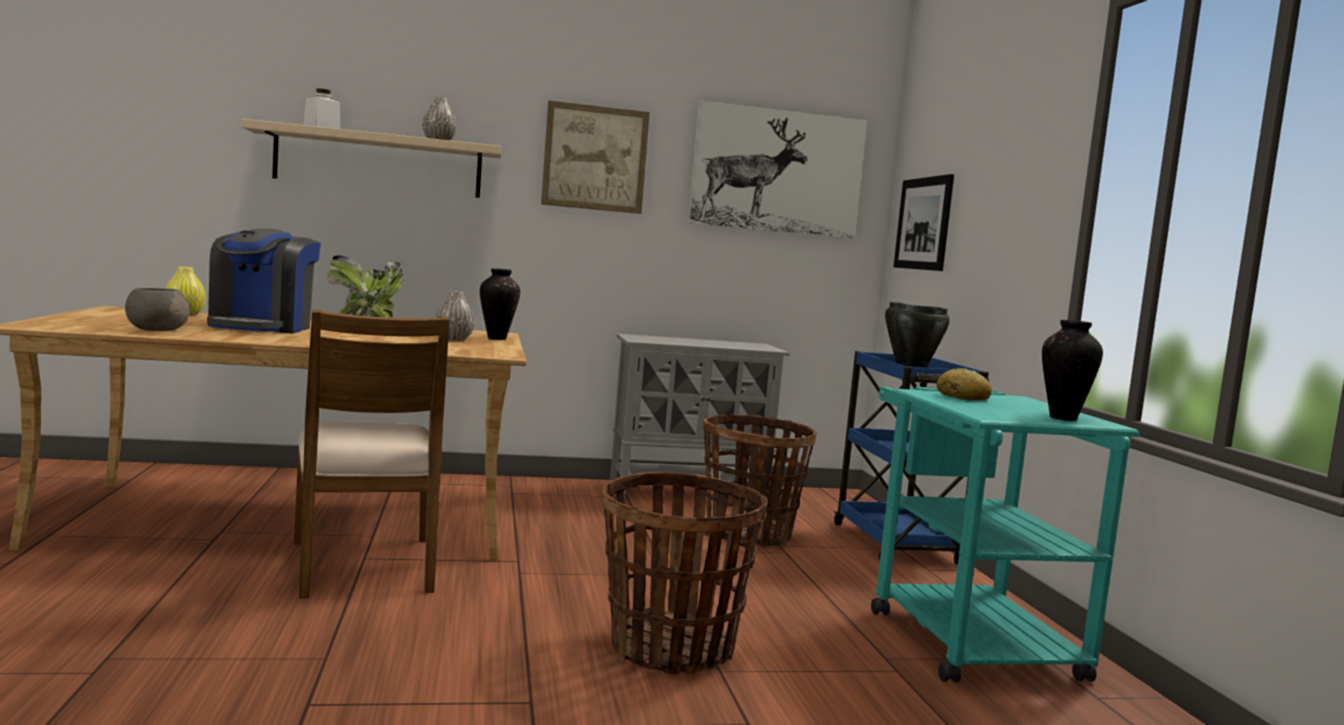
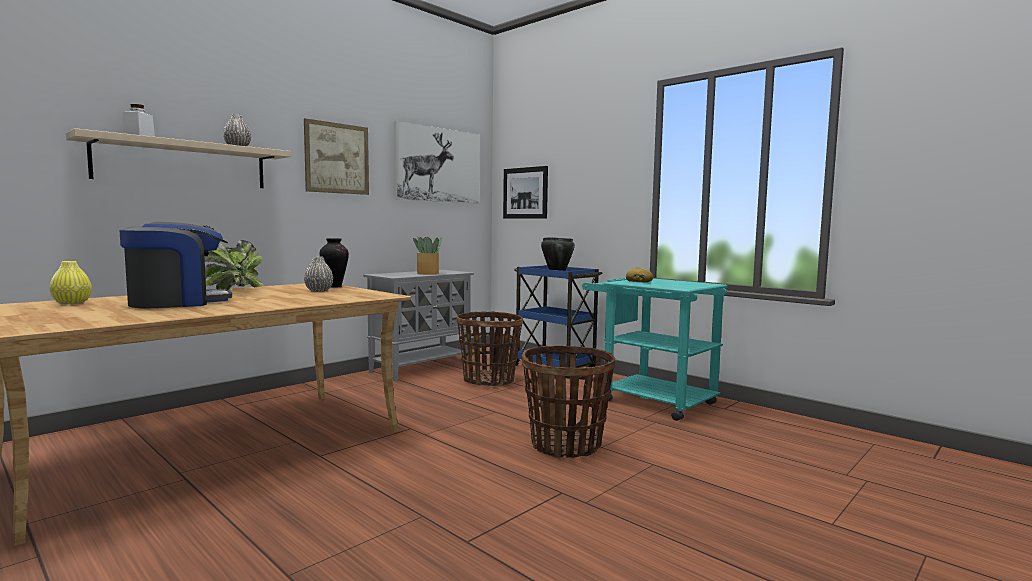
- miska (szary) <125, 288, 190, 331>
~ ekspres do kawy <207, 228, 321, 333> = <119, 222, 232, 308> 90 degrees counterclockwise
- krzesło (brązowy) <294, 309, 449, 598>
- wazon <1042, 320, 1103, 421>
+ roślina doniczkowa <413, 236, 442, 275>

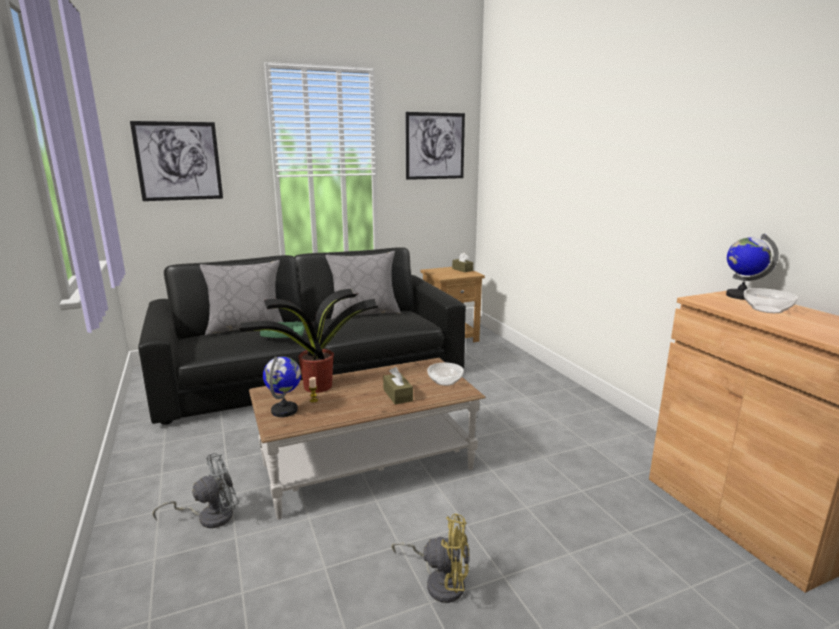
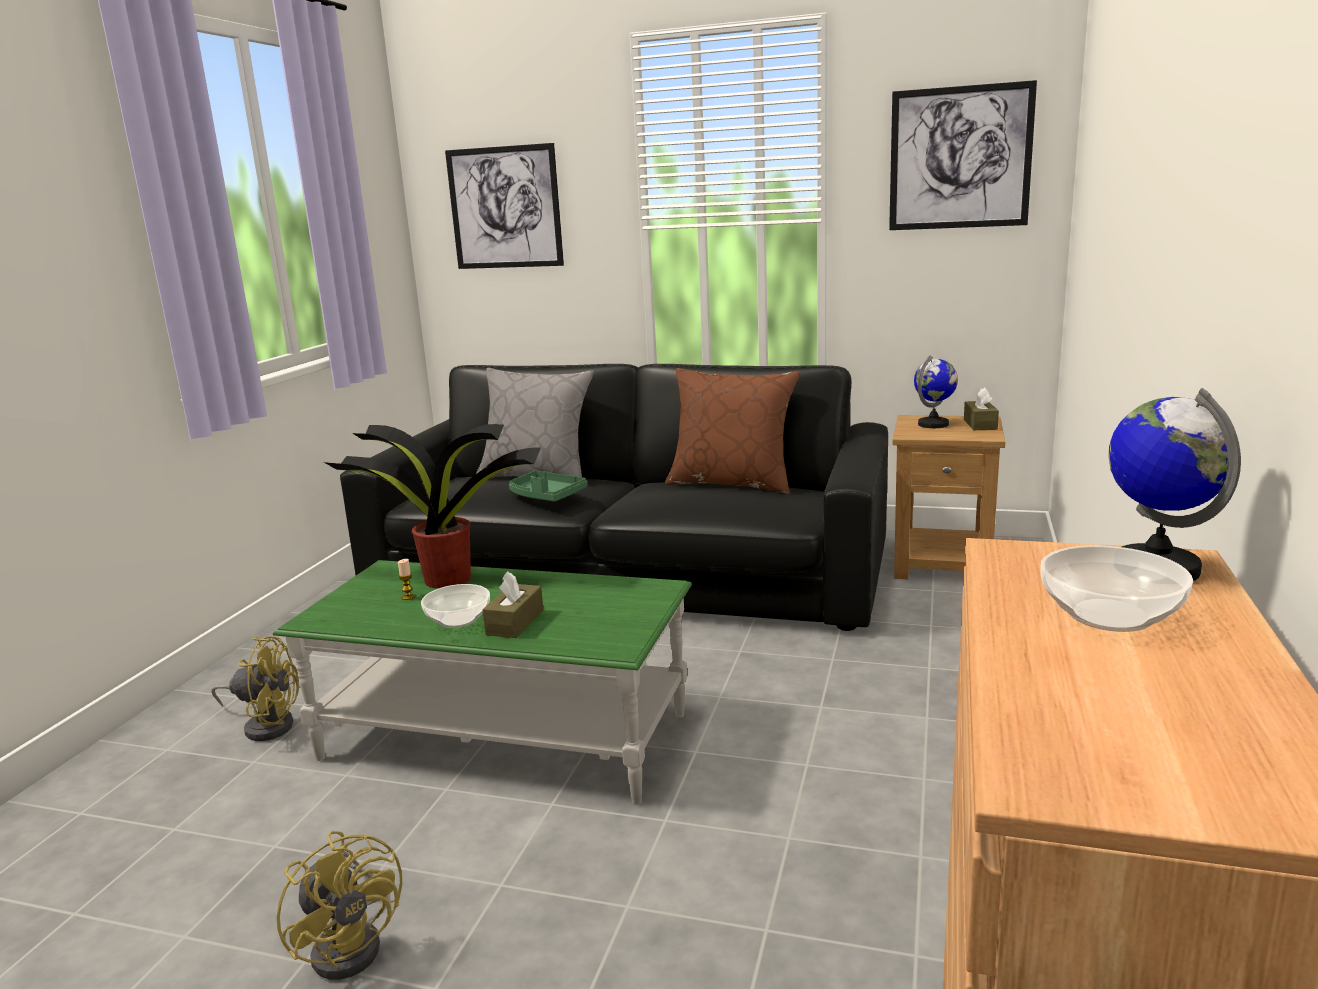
~ wentylator (szary) <153, 453, 239, 528> to wentylator (żółty) <211, 636, 299, 741>
~ ława (brązowy) <249, 358, 486, 520> to ława (zielony) <273, 560, 692, 805>
~ globus <263, 356, 301, 417> to <914, 355, 958, 428>
~ poduszka (szary) <325, 251, 401, 320> to poduszka (brązowy) <665, 368, 801, 494>
~ miska <427, 362, 464, 386> to <421, 584, 490, 628>

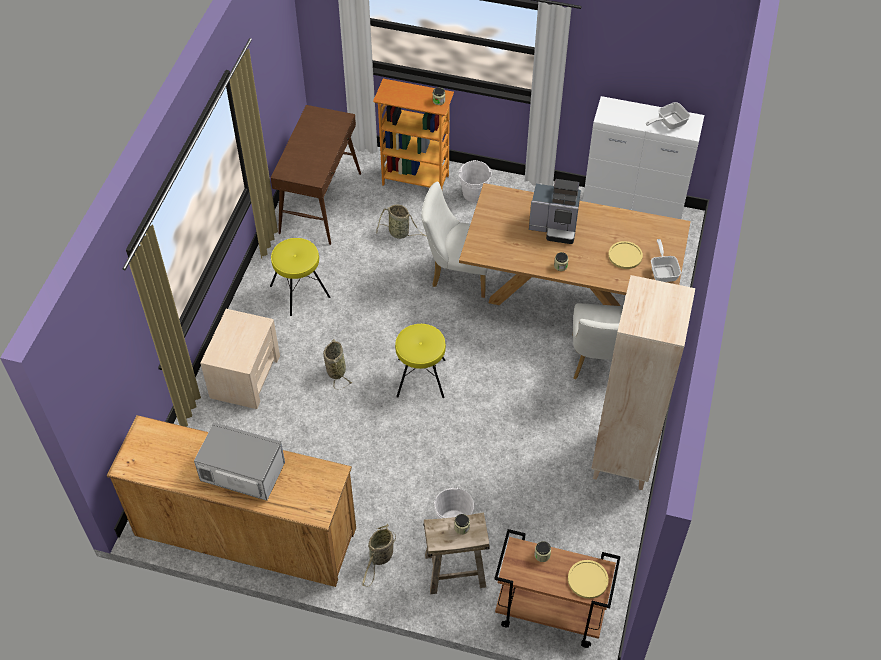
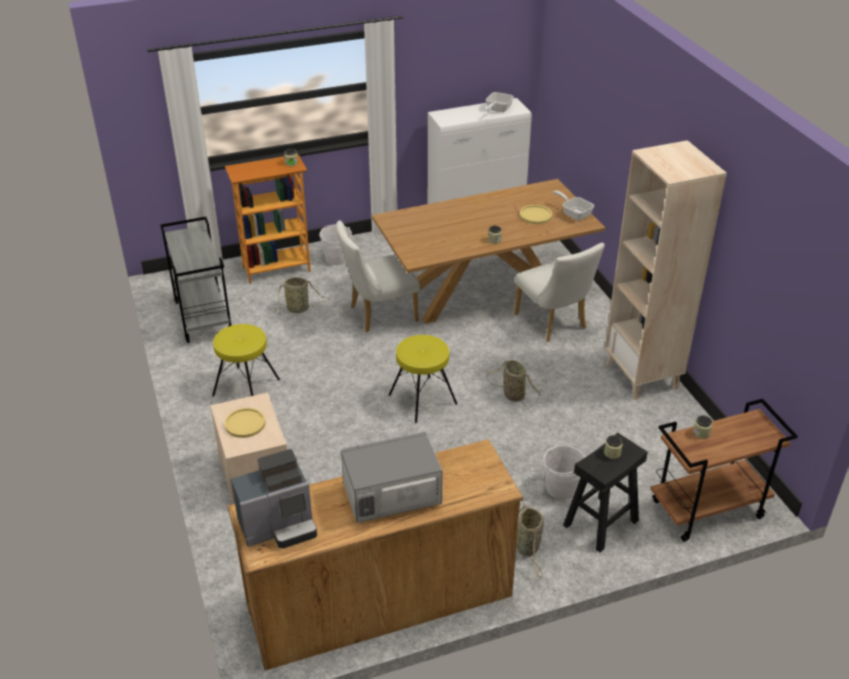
~ stolik konsolowy (brązowy) <271, 105, 361, 245> to wózek (szary) <160, 217, 231, 343>
~ koszyk <323, 339, 352, 390> to <486, 360, 541, 407>
~ stołek (beżowy) <423, 512, 490, 594> to stołek (czarny) <563, 432, 648, 553>
~ ekspres do kawy <529, 179, 581, 244> to <231, 449, 317, 548>
~ talerz (żółty) <568, 560, 609, 599> to <225, 408, 265, 438>

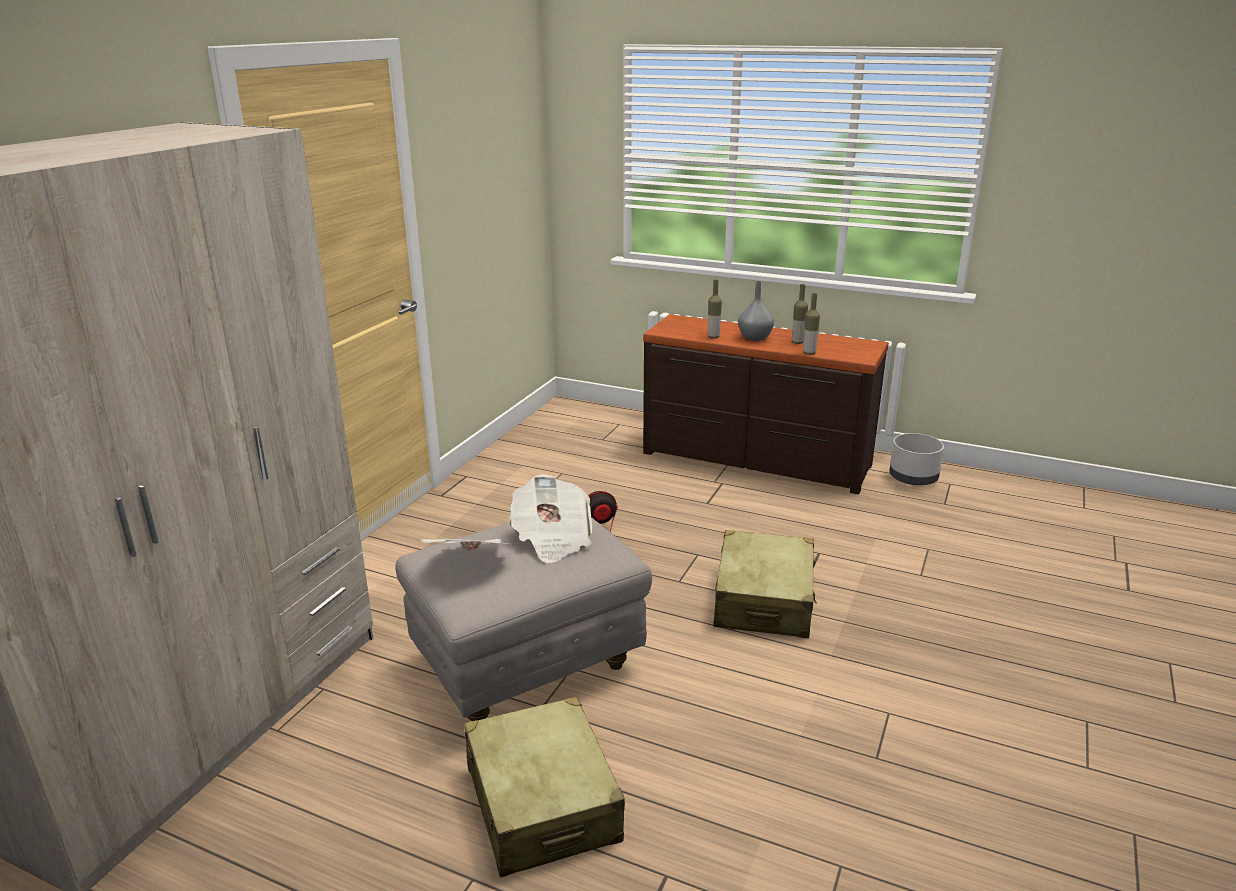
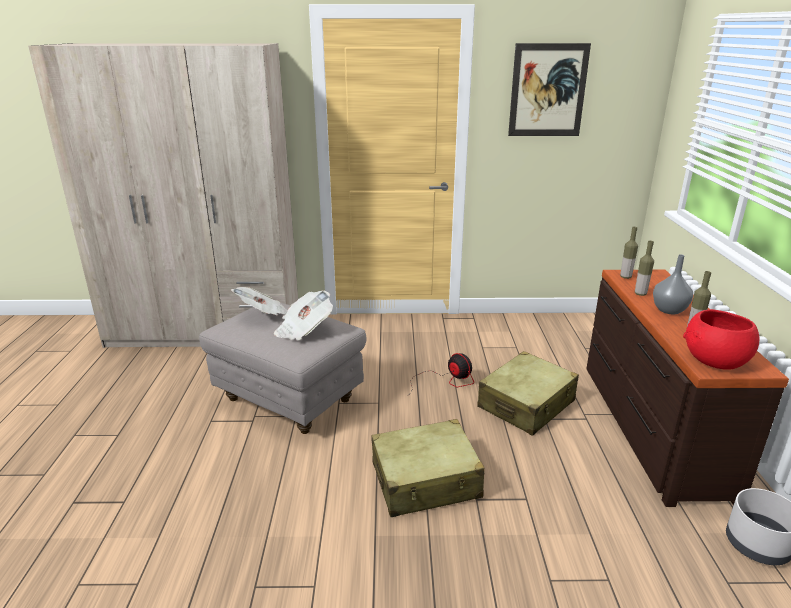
~ walizka (beżowy) <464, 696, 625, 878> to <477, 351, 579, 436>
~ butelka <803, 293, 820, 355> to <620, 227, 638, 279>
+ obraz <508, 43, 591, 136>
+ miska (czerwony) <683, 309, 759, 370>

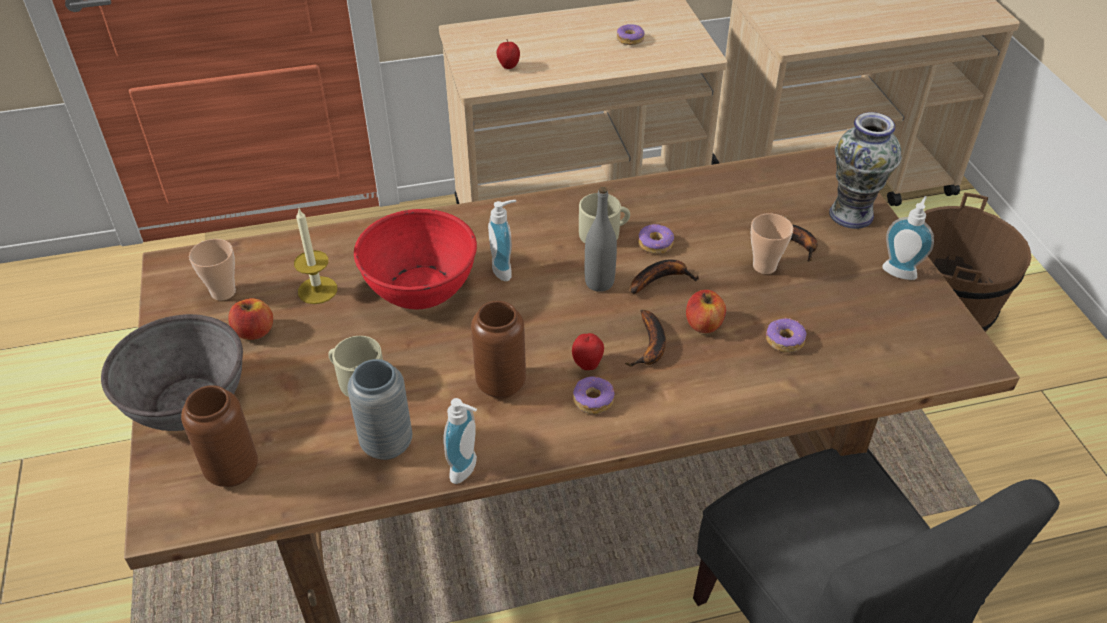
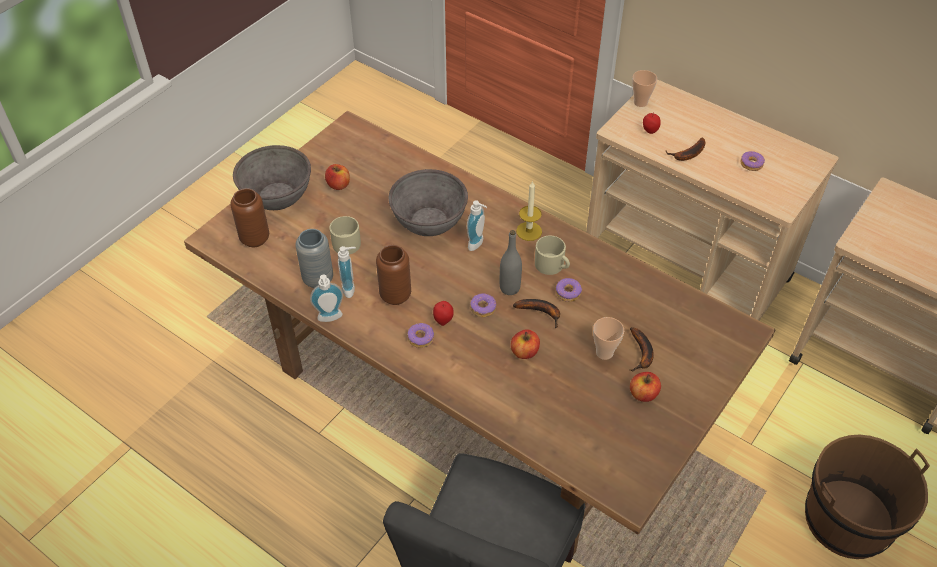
~ filiżanka <189, 239, 236, 300> to <632, 70, 657, 107>
~ świeca <294, 209, 337, 304> to <516, 181, 542, 241>
~ miska (czerwony) <354, 209, 477, 309> to miska (szary) <389, 169, 468, 236>
~ banan <625, 310, 666, 367> to <666, 138, 705, 161>
~ donut <766, 317, 807, 353> to <470, 293, 496, 317>
- wazon <829, 112, 902, 229>
~ dozownik mydła <882, 196, 934, 280> to <338, 246, 356, 298>
+ jabłko <630, 372, 661, 402>

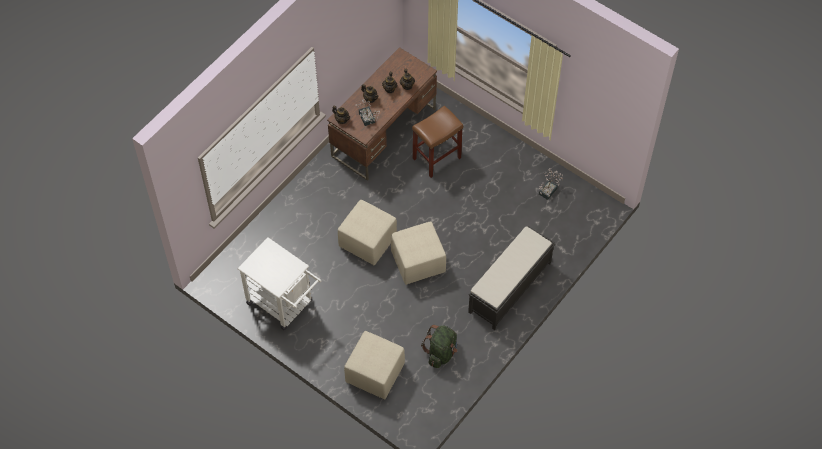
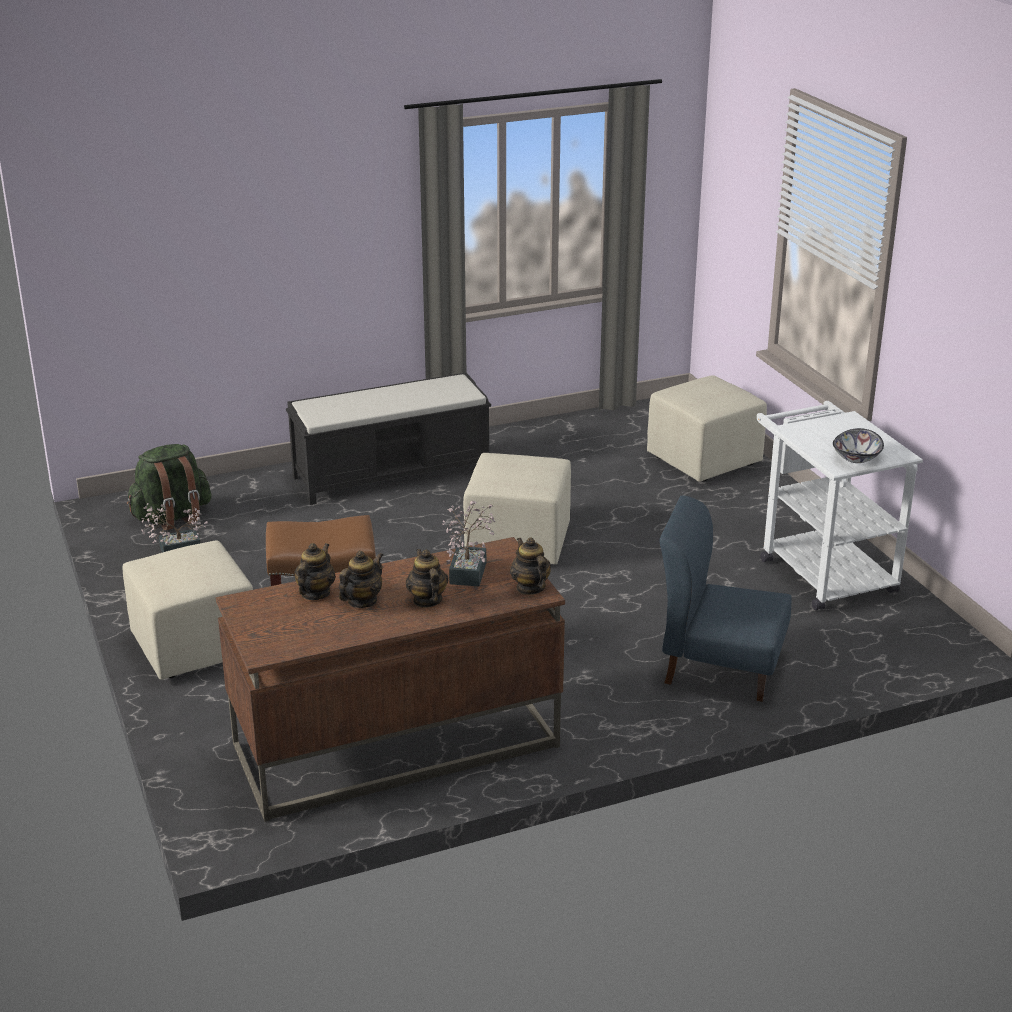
~ pufa (beżowy) <338, 200, 397, 265> to <123, 540, 253, 680>
~ plecak (zielony) <421, 325, 457, 368> to <127, 444, 212, 531>
+ krzesło (niebieski) <660, 495, 792, 702>
+ miska <833, 428, 884, 463>

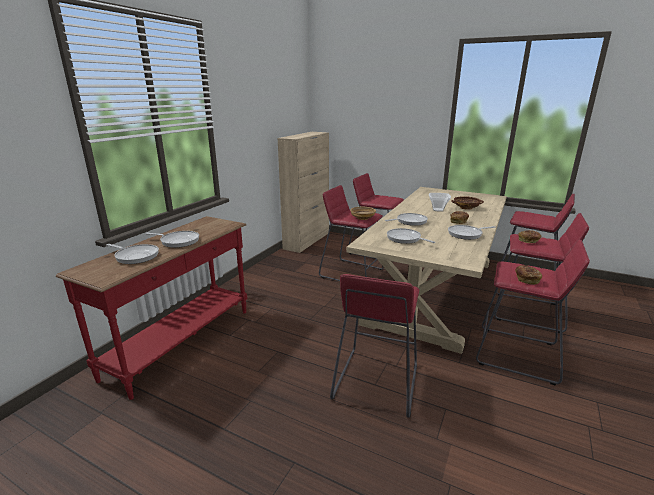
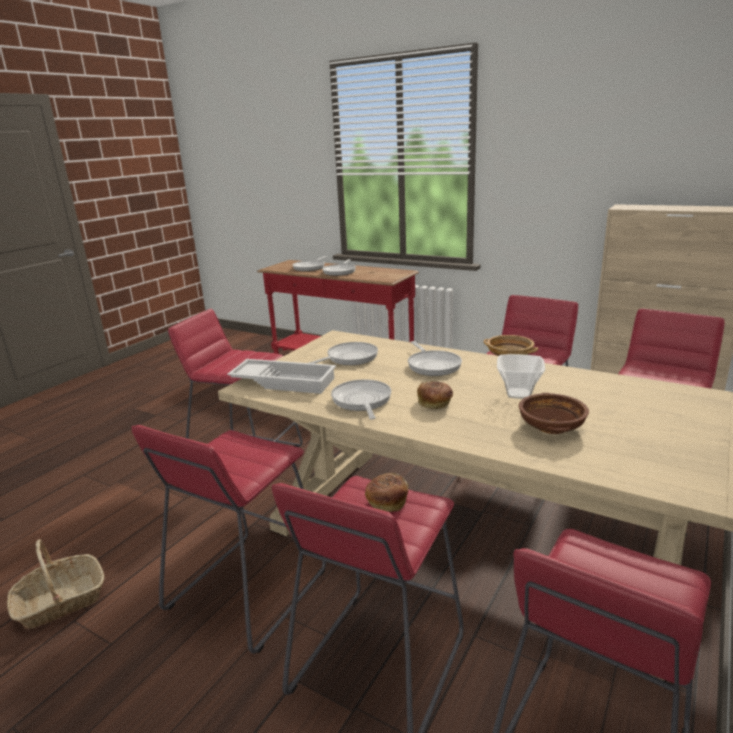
- chleb <515, 265, 542, 285>
+ koszyk <7, 539, 104, 629>
+ taca (biały) <227, 359, 336, 394>

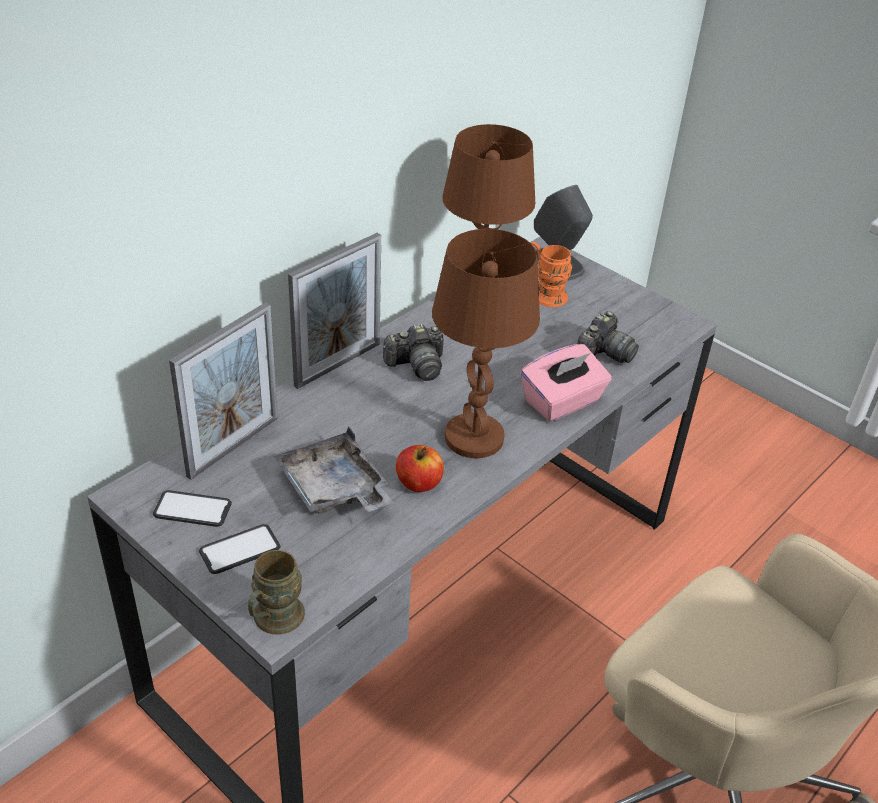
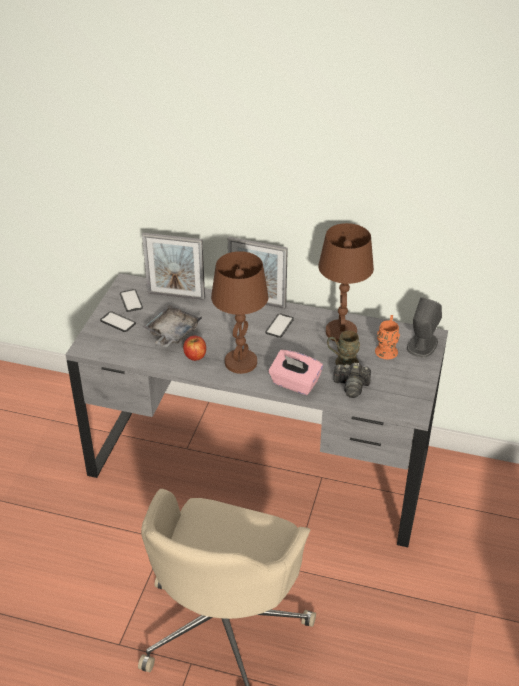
~ kubek (brązowy) <248, 550, 305, 635> to <327, 331, 360, 365>
~ aparat fotograficzny <383, 323, 444, 381> to telefon <266, 313, 294, 338>

